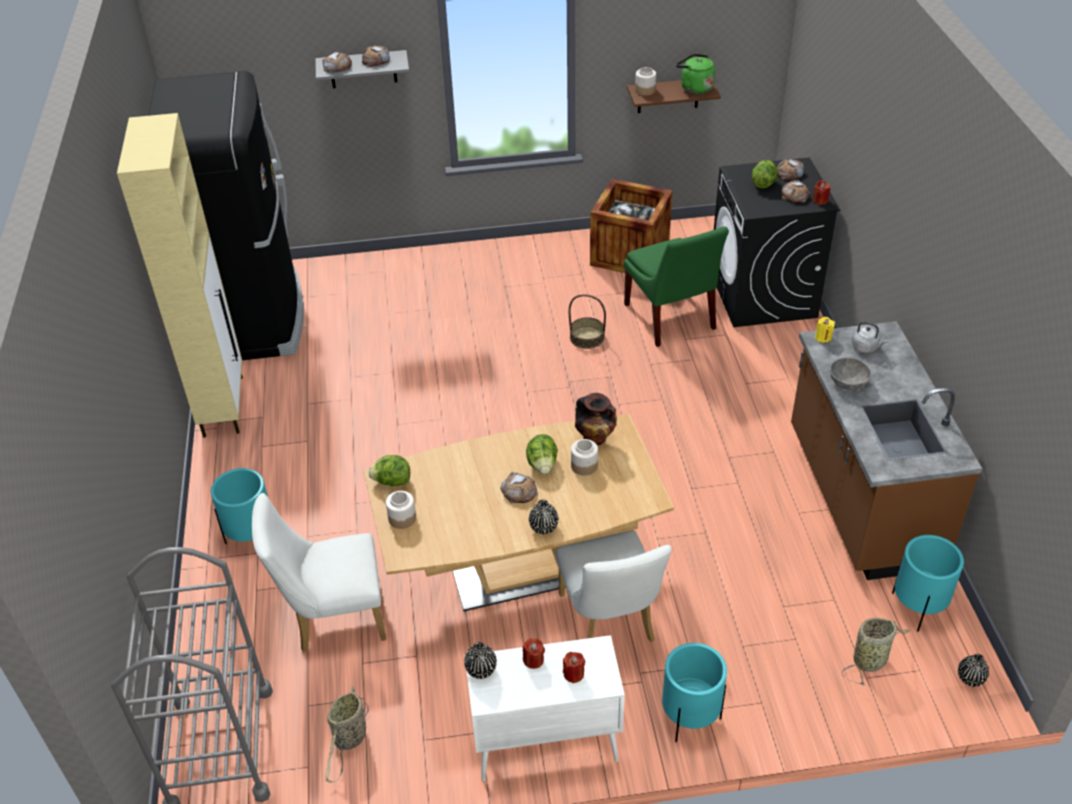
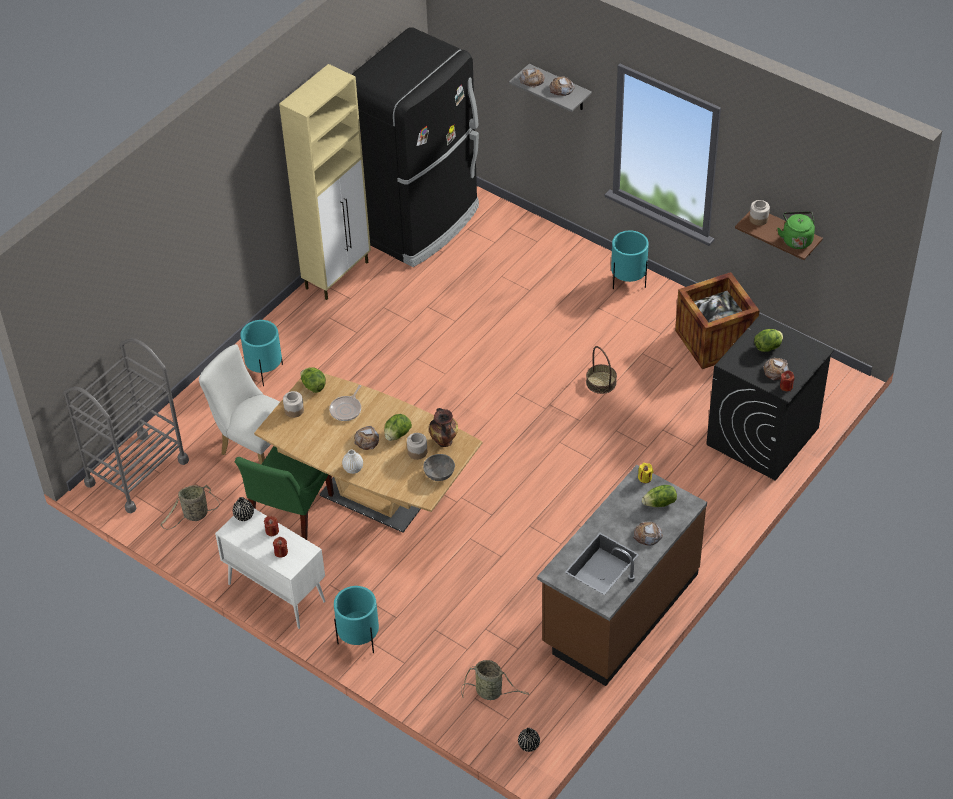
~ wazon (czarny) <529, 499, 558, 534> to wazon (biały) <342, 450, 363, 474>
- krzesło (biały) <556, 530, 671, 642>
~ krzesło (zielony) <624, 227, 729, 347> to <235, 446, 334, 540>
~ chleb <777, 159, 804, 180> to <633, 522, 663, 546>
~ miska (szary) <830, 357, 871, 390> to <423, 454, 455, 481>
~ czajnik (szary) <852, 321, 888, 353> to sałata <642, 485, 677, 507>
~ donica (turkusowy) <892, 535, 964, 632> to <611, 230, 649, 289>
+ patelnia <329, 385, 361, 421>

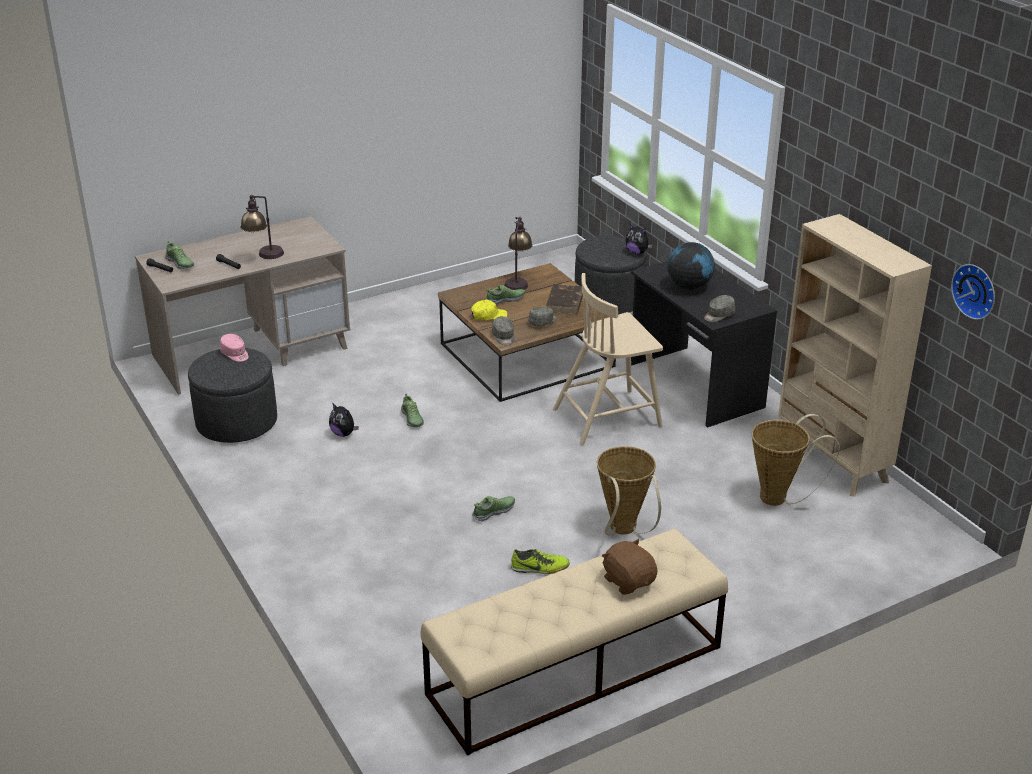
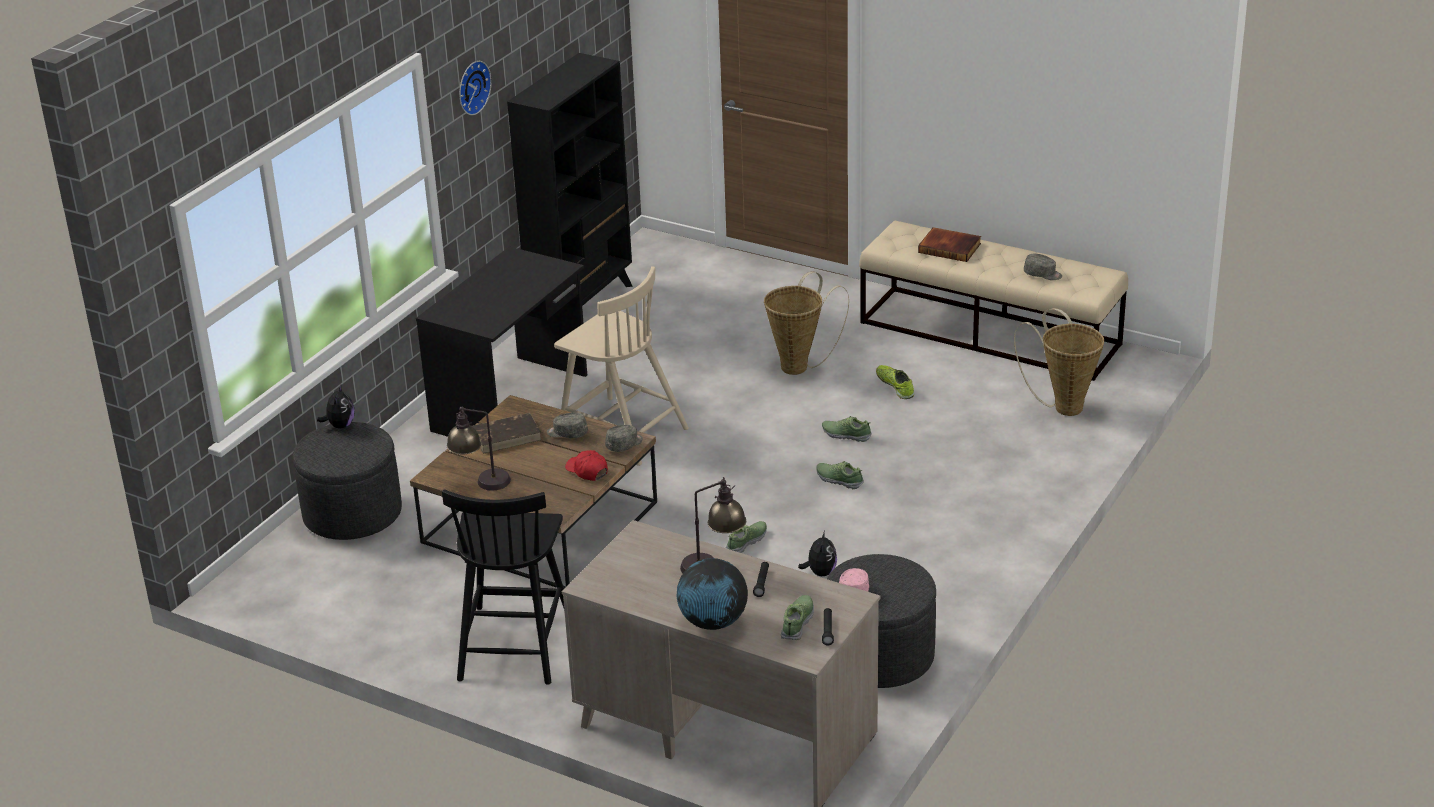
~ czapka z daszkiem (żółty) <471, 299, 507, 321> to czapka z daszkiem (czerwony) <565, 450, 608, 481>
~ but <486, 285, 525, 305> to <816, 461, 864, 489>
~ pluszak (brązowy) <602, 539, 658, 595> to książka <918, 227, 981, 262>
~ globus <667, 242, 715, 290> to <677, 558, 748, 630>
~ czapka z daszkiem (szary) <704, 295, 735, 322> to <1024, 254, 1062, 280>
~ koszyk <752, 414, 840, 506> to <1014, 308, 1104, 416>
~ regał (beżowy) <778, 214, 932, 497> to regał (czarny) <507, 53, 632, 306>
~ zegar ścienny <951, 264, 995, 320> to <459, 61, 492, 115>
+ krzesło (czarny) <442, 489, 564, 685>

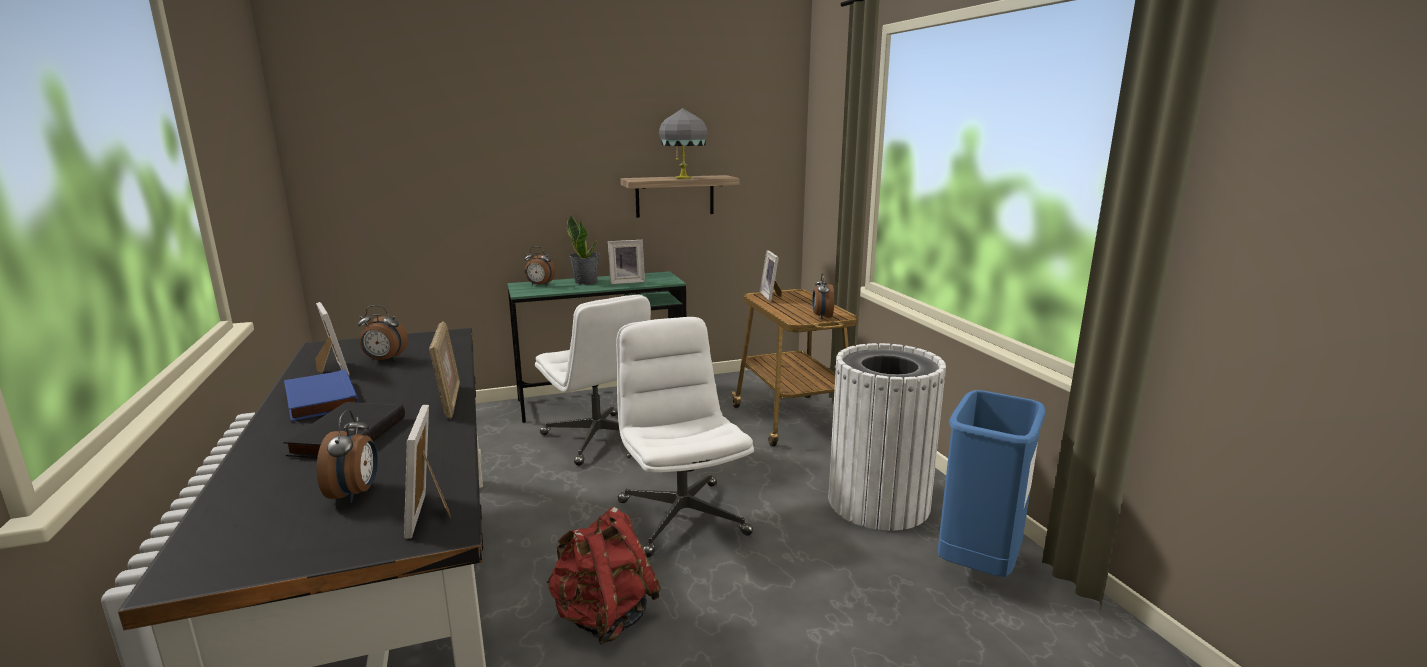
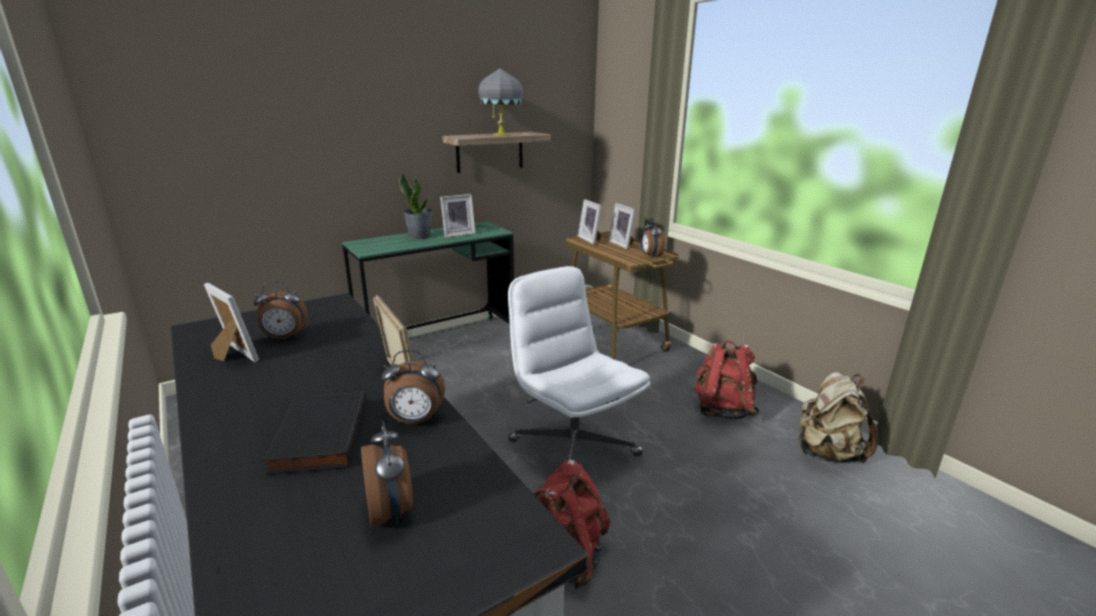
- książka (niebieski) <284, 369, 359, 421>
~ ramka na zdjęcie <404, 405, 451, 539> to <608, 203, 636, 249>
~ budzik <524, 246, 556, 286> to <381, 350, 445, 424>
- krzesło biurowe (biały) <535, 294, 651, 466>
~ kosz na śmieci (biały) <829, 343, 946, 531> to plecak (czerwony) <694, 340, 759, 420>
~ kosz na śmieci (niebieski) <938, 390, 1046, 577> to plecak (beżowy) <796, 372, 878, 463>

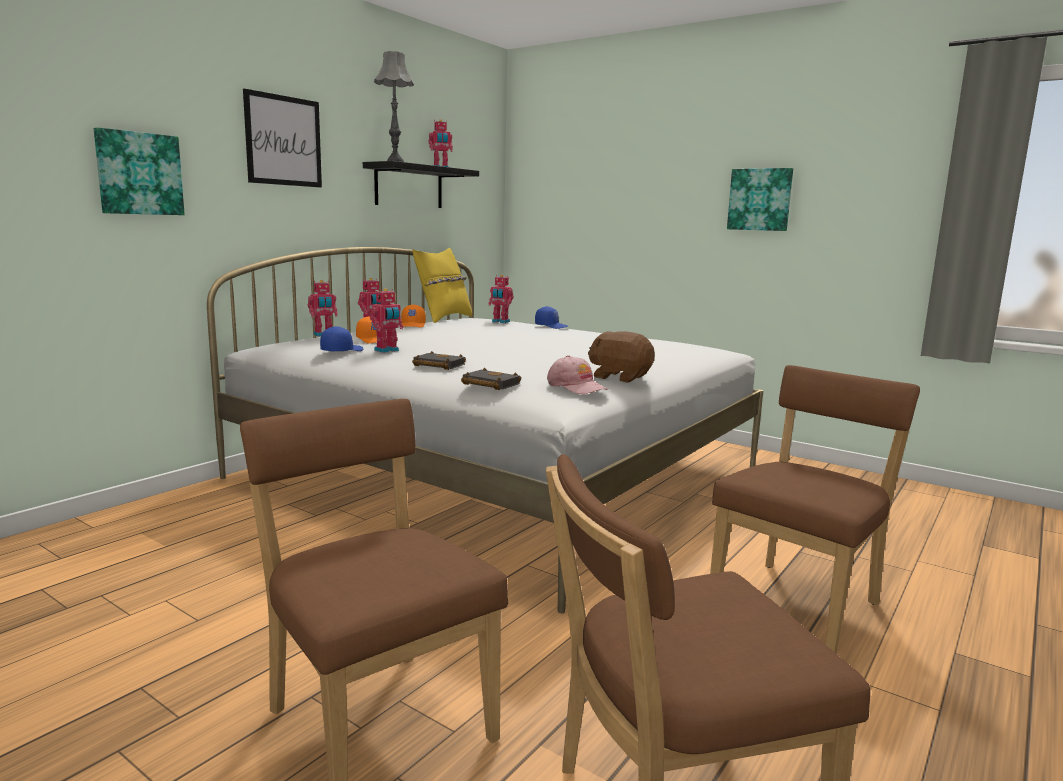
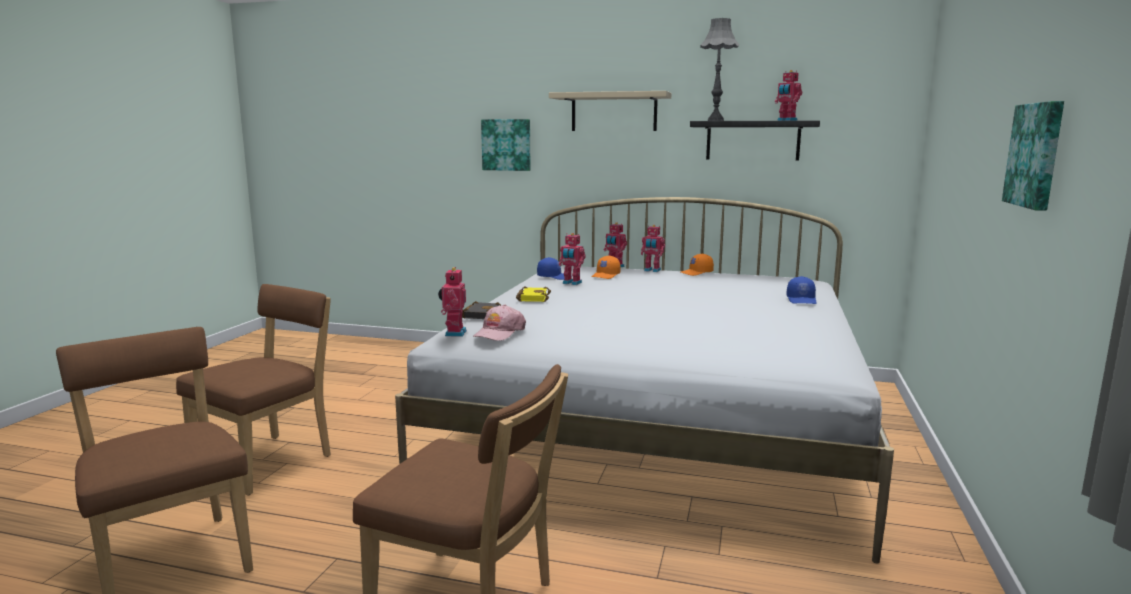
~ obraz <243, 89, 322, 188> to półka (beżowy) <549, 91, 671, 131>
- poduszka (żółty) <412, 248, 472, 323>
~ książka (czarny) <412, 351, 466, 370> to książka (żółty) <516, 286, 551, 302>
~ robot zabawkowy <488, 275, 514, 323> to <438, 267, 467, 337>
- pluszak (brązowy) <588, 331, 655, 383>

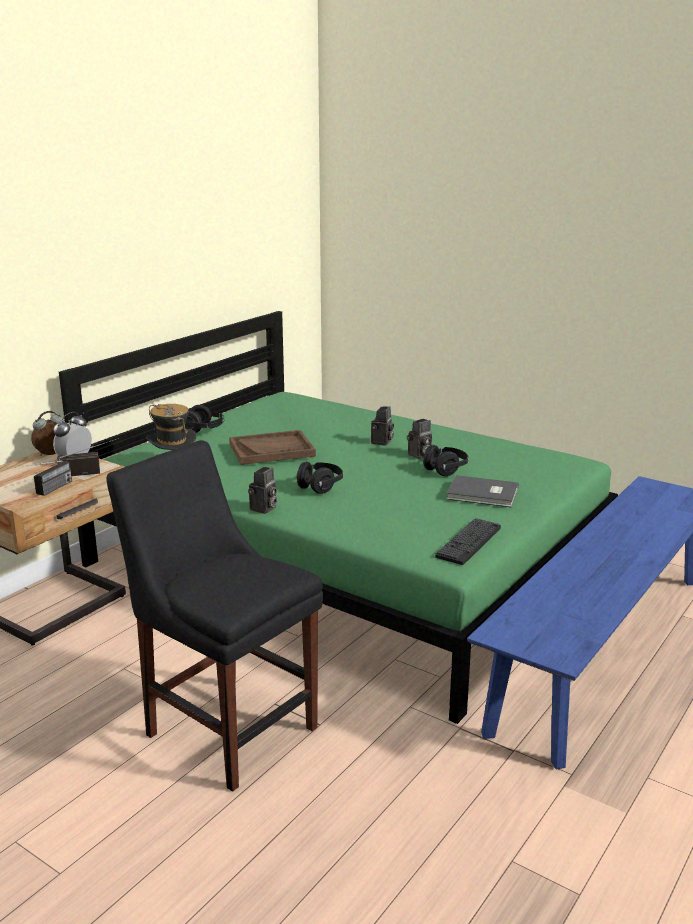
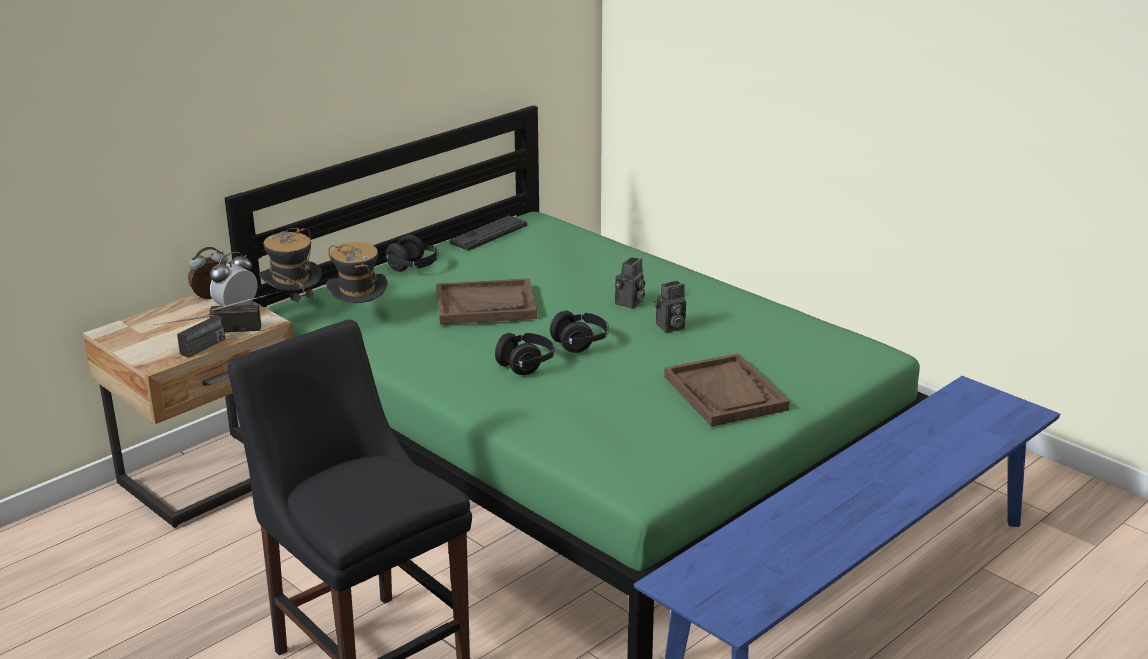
- aparat fotograficzny <248, 467, 277, 514>
~ słuchawki (czarny) <423, 445, 468, 476> to <550, 311, 609, 353>
~ klawiatura <435, 518, 501, 565> to <450, 215, 527, 251>
~ książka (szary) <447, 475, 518, 507> to taca (brązowy) <664, 353, 790, 427>
+ kapelusz <259, 228, 322, 314>

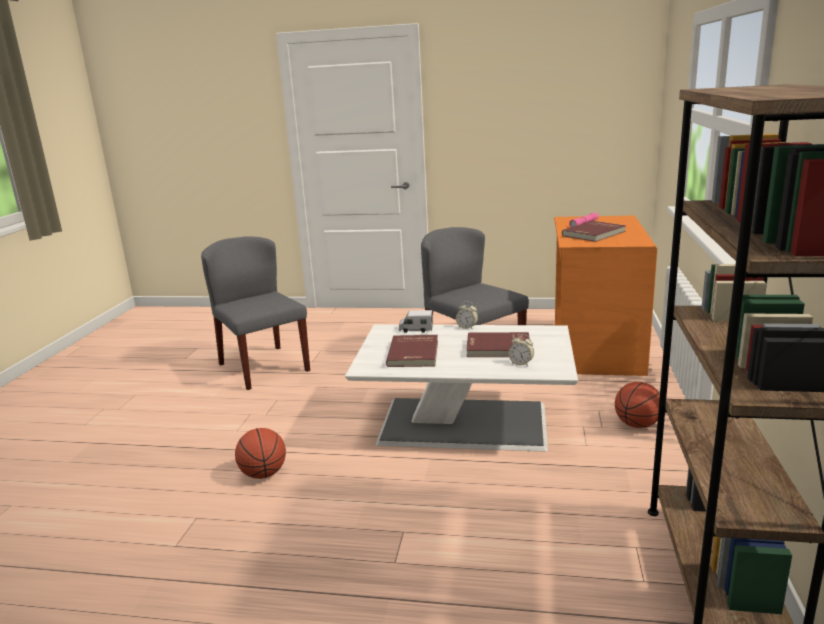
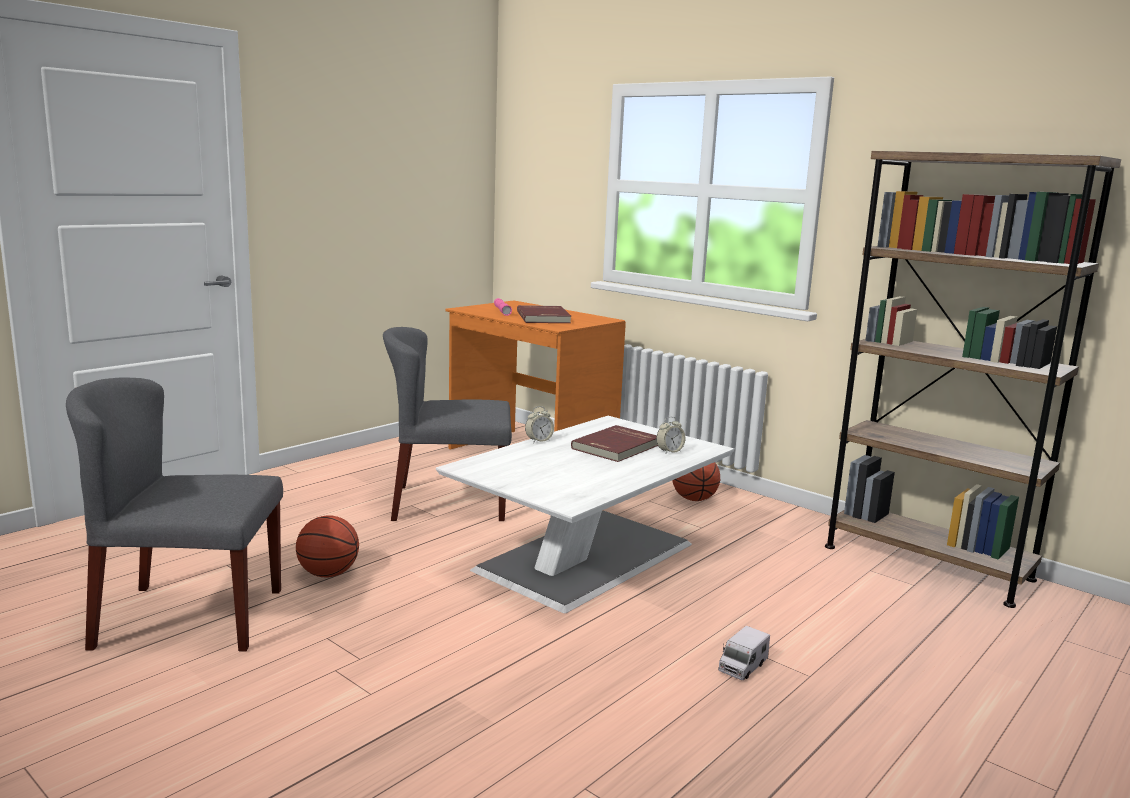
~ piłka do koszykówki <235, 428, 286, 479> to <296, 515, 359, 577>
- książka (czerwony) <386, 335, 438, 367>
~ ciężarówka zabawkowa <399, 310, 433, 333> to <718, 626, 770, 680>

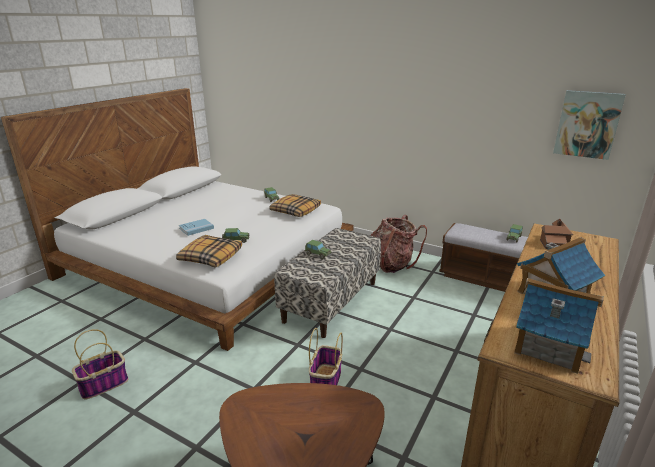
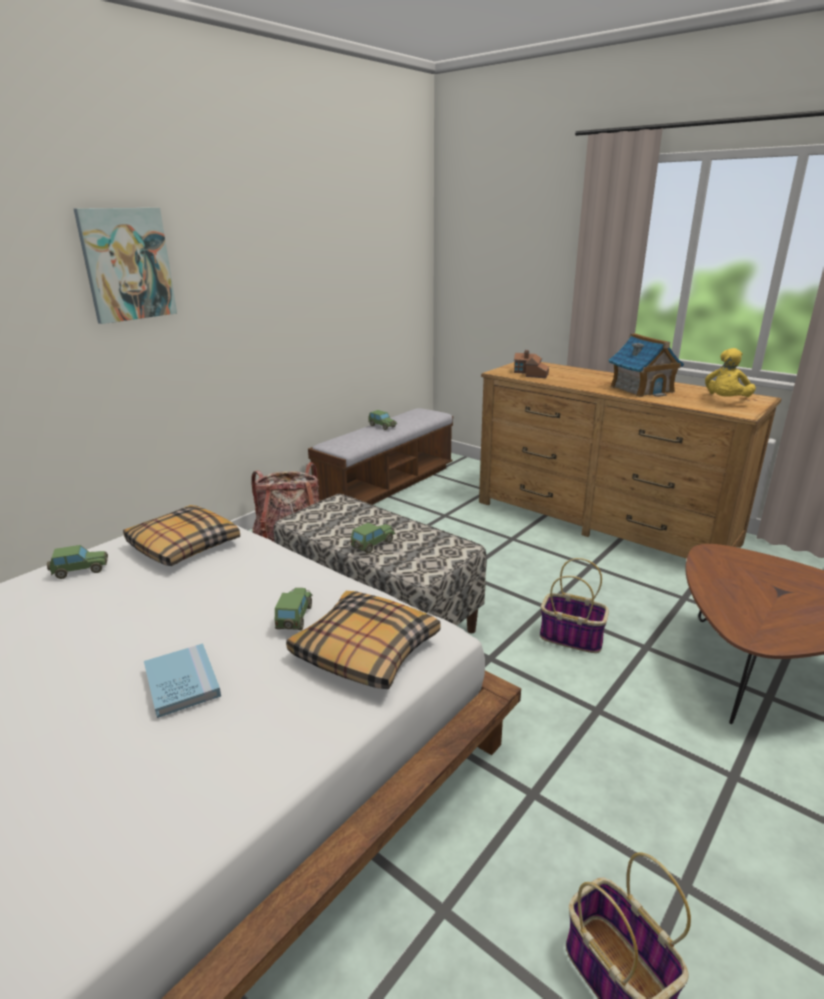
~ domek <514, 278, 604, 374> to pluszak (żółty) <705, 348, 756, 397>
~ obraz <553, 90, 626, 160> to <74, 208, 177, 324>

